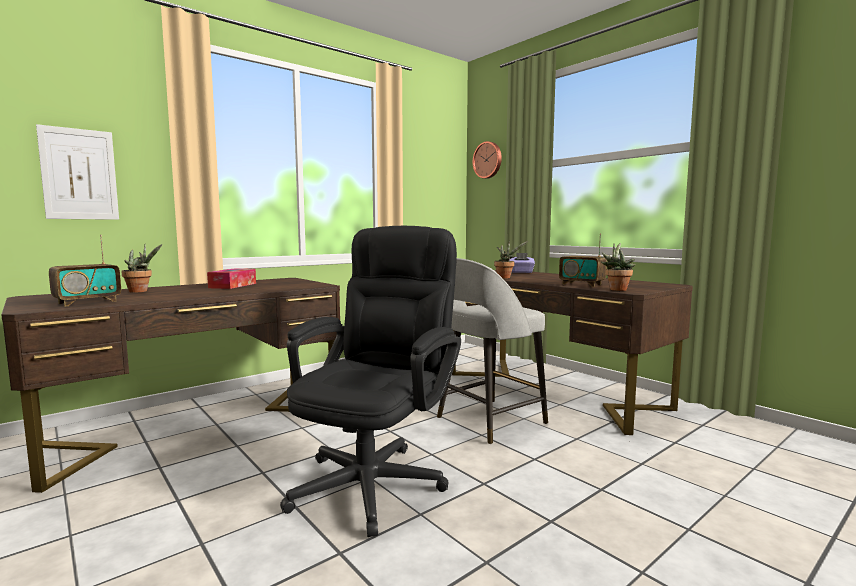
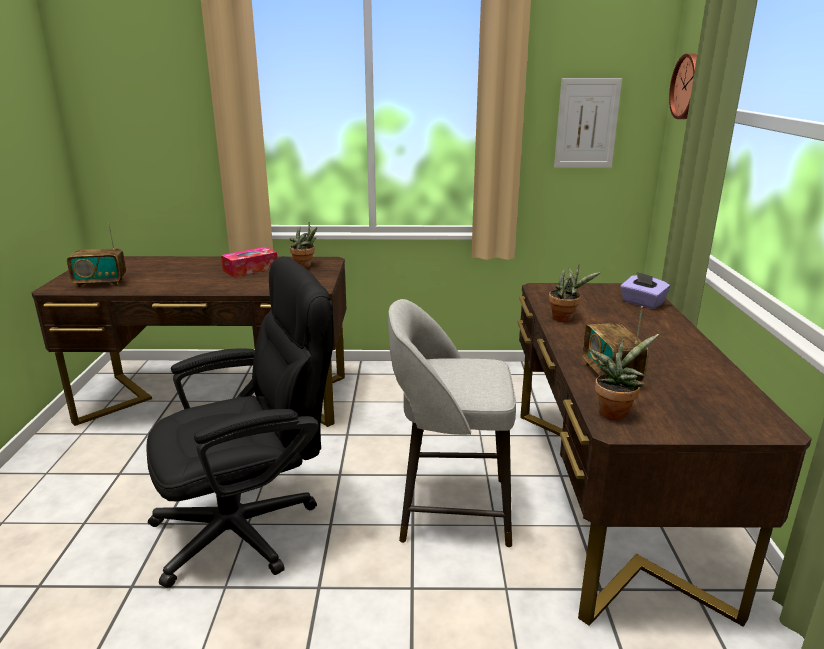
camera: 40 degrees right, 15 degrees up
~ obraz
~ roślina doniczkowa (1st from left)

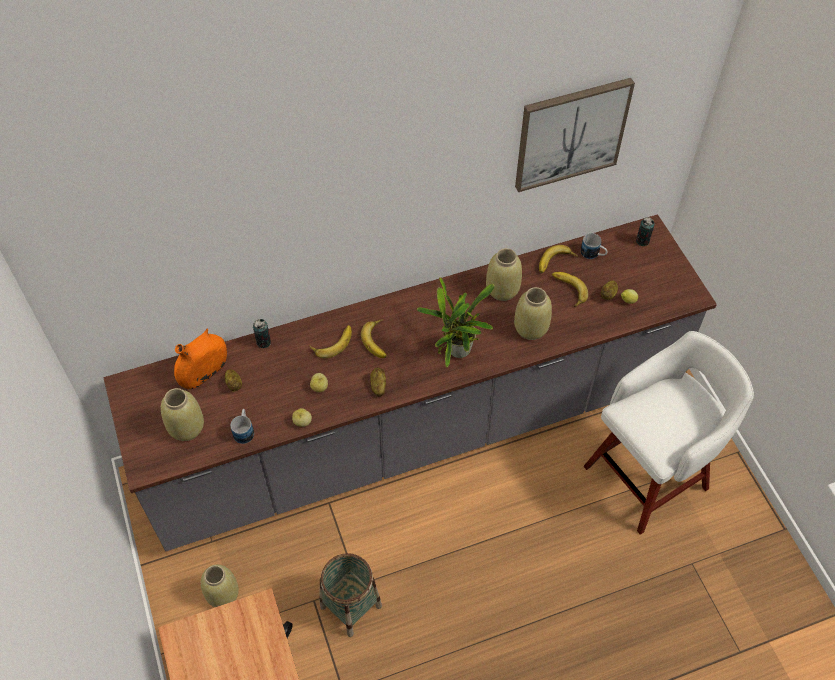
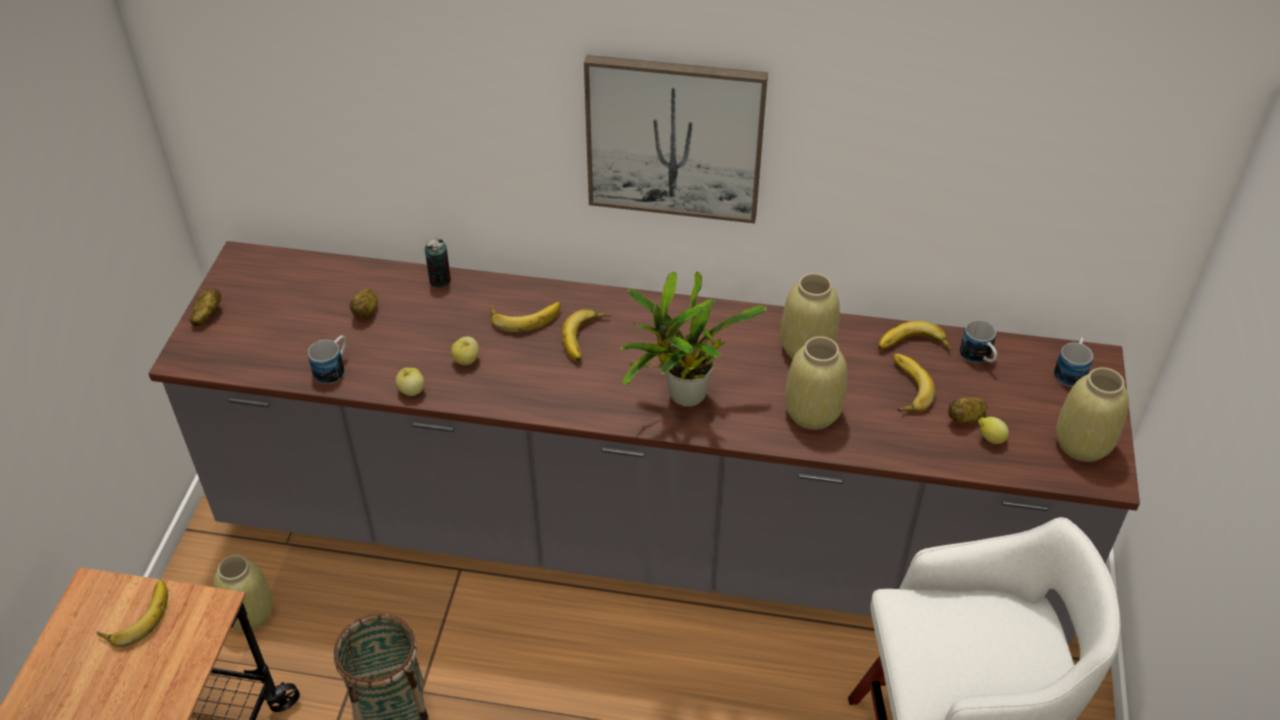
camera: 30 degrees right, 10 degrees down
- wazon [pomarańczowy]
+ banan (1st from left)
~ wazon [beżowy] (1st from left in the first image) to wazon [beżowy] (4th from left)
~ ziemniak (2nd from left in the first image) to ziemniak (1st from left)
~ obraz
~ puszka (2nd from left) to kubek (3rd from left)

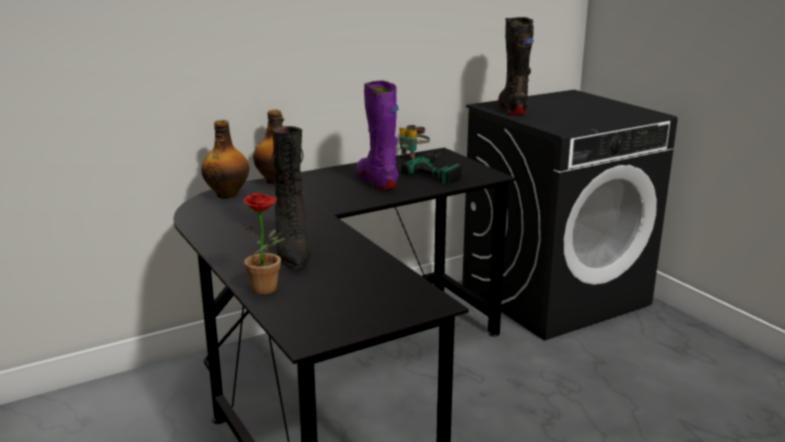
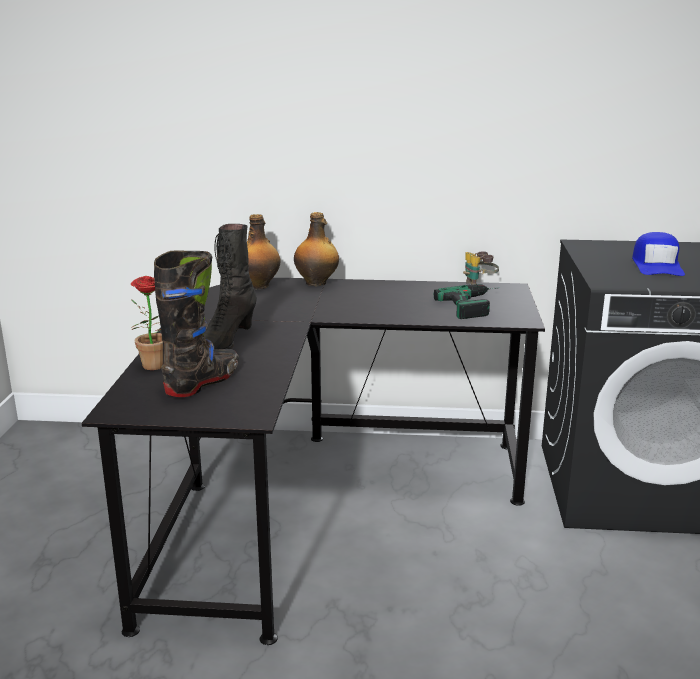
camera: 35 degrees right, 0 degrees up
- but z cholewką [fioletowy]
+ czapka z daszkiem [niebieski]
~ but z cholewką [czarny] (2nd from left in the first image) to but z cholewką [czarny] (1st from left)

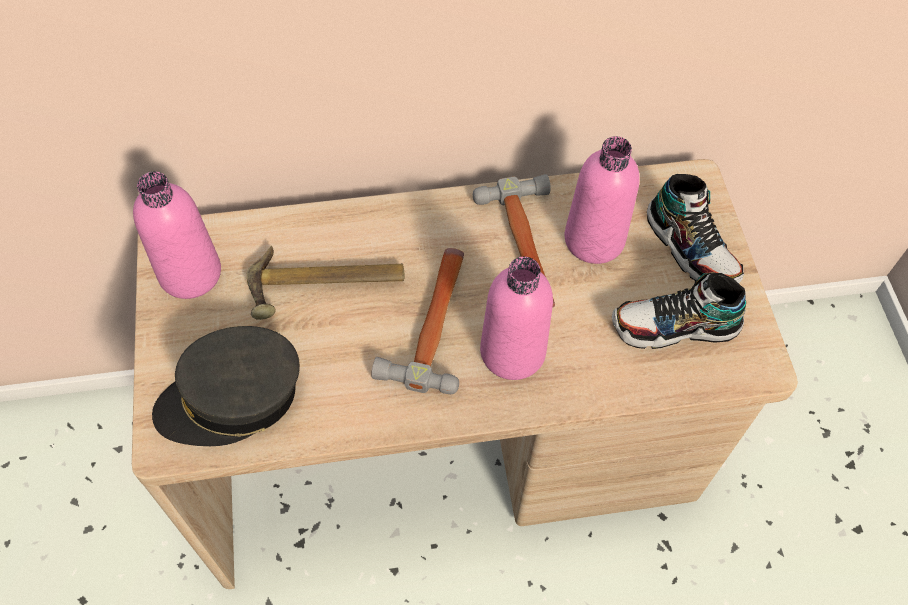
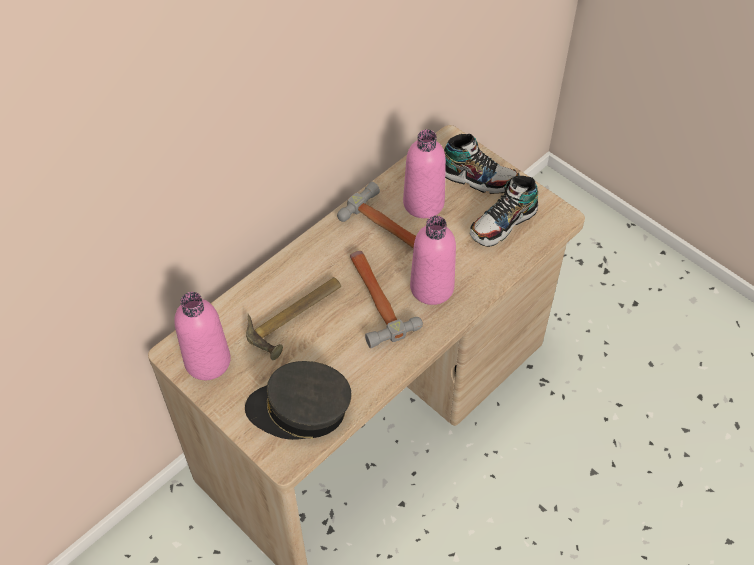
camera: 35 degrees left, 5 degrees down
~ czapka z daszkiem [szary] 60 degrees clockwise

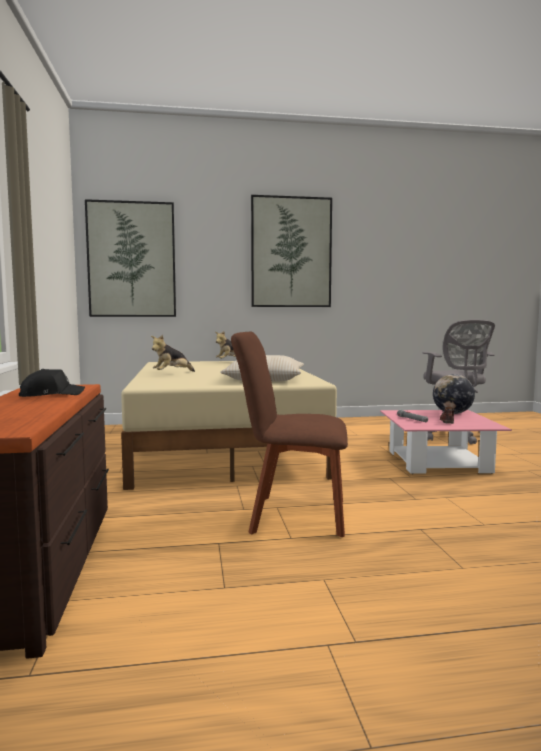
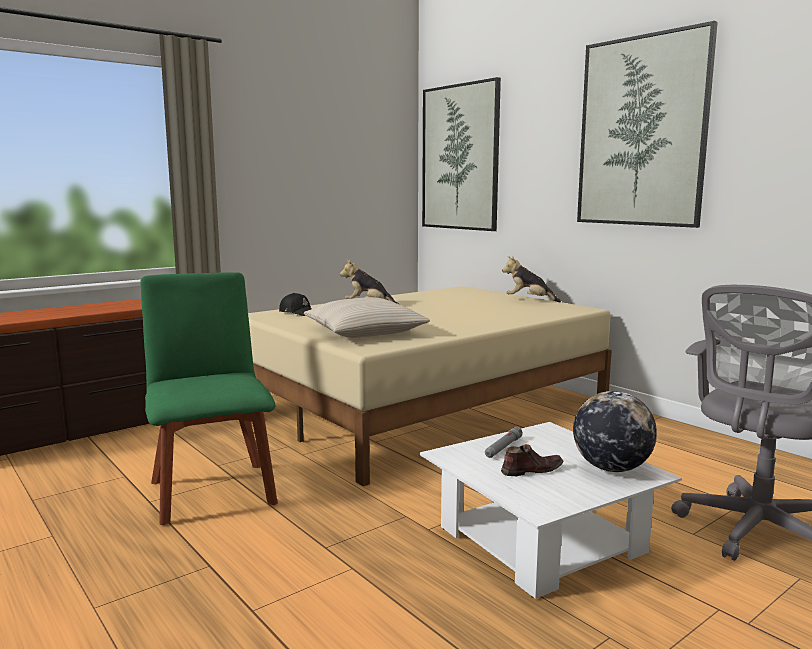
camera: 60 degrees right, 5 degrees up
~ czapka z daszkiem [czarny]
~ krzesło [brązowy] to krzesło [zielony]
~ ława [różowy] to ława [biały]

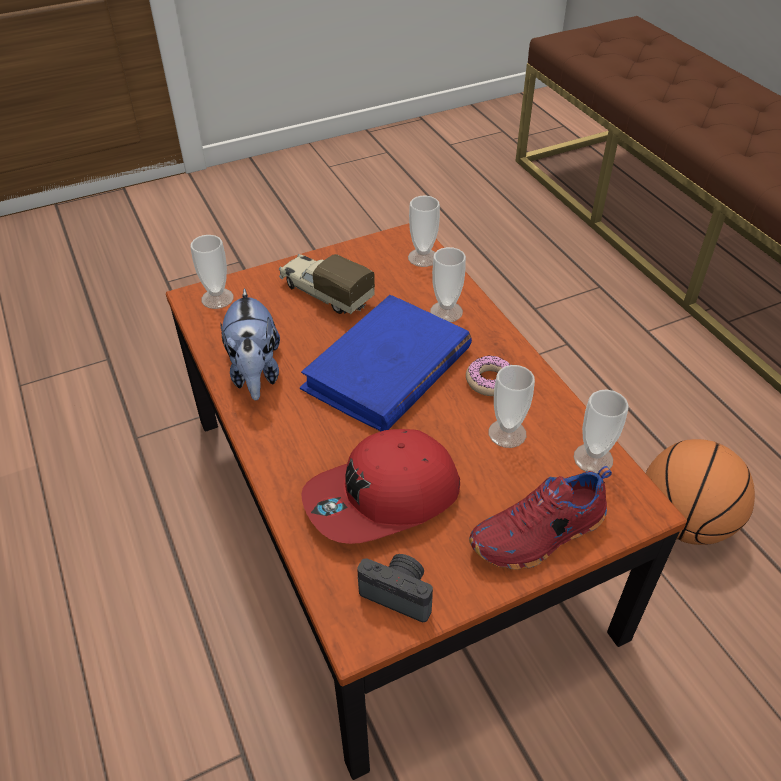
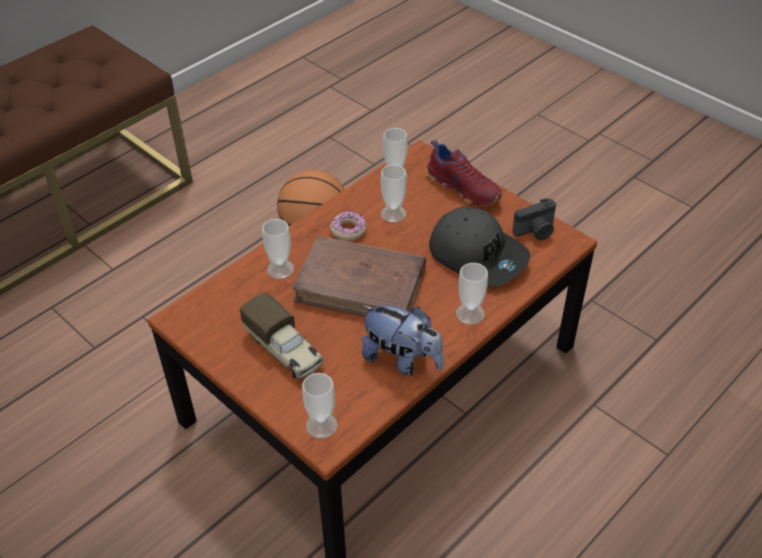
camera: 110 degrees left, 0 degrees up
~ filiżanka (2nd from left in the first image) to filiżanka (5th from left)
~ książka [niebieski] to książka [brązowy]
~ czapka z daszkiem [czerwony] to czapka z daszkiem [szary]
~ pluszak 60 degrees clockwise
~ ciężarówka zabawkowa 60 degrees counterclockwise
~ aparat fotograficzny 120 degrees counterclockwise

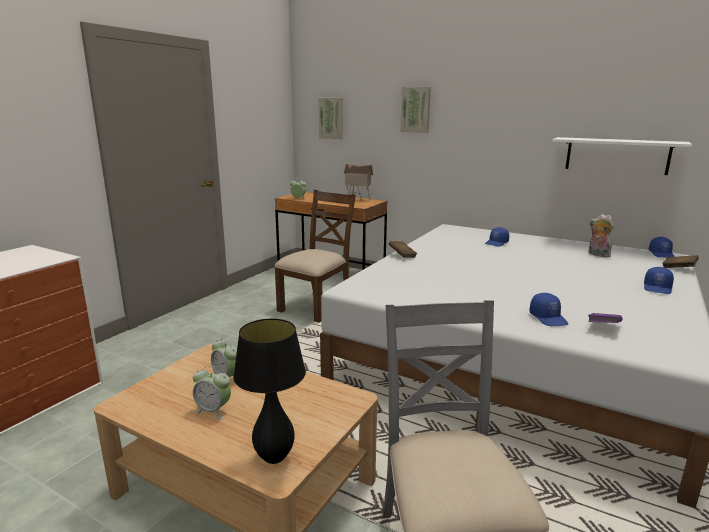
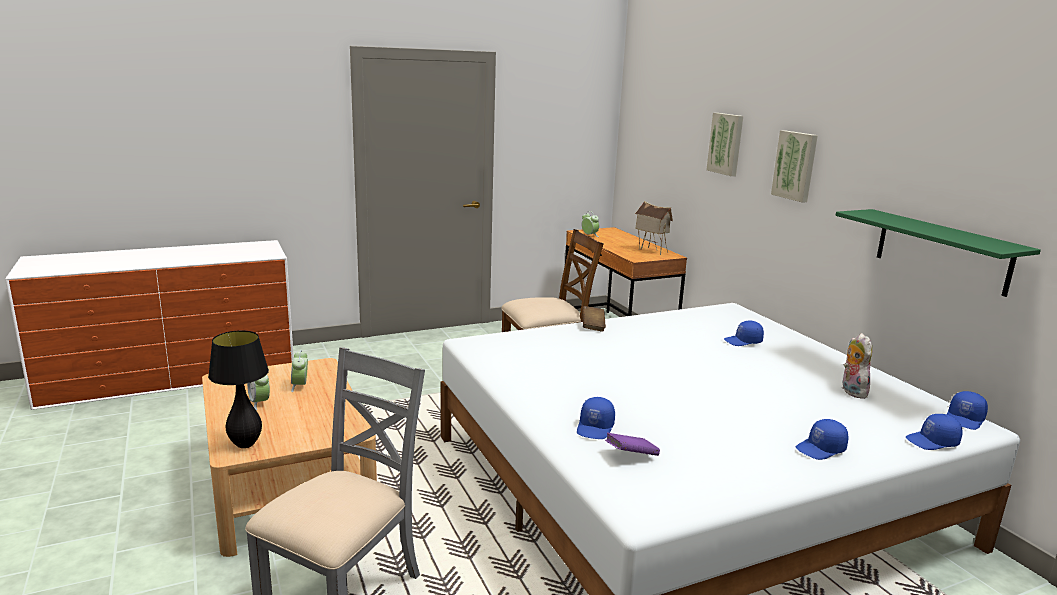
camera: 35 degrees right, 0 degrees up
~ obraz (1st from left in the first image) to obraz (2nd from left)
~ książka [brązowy] (2nd from left) to czapka z daszkiem [niebieski] (4th from left)
~ półka [biały] to półka [zielony]

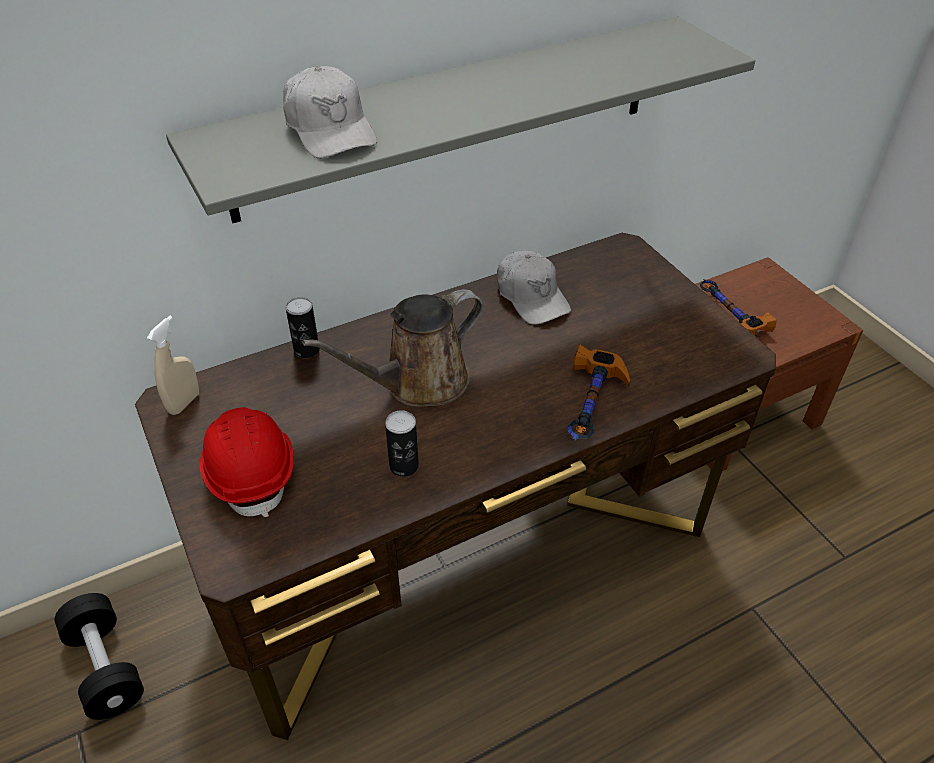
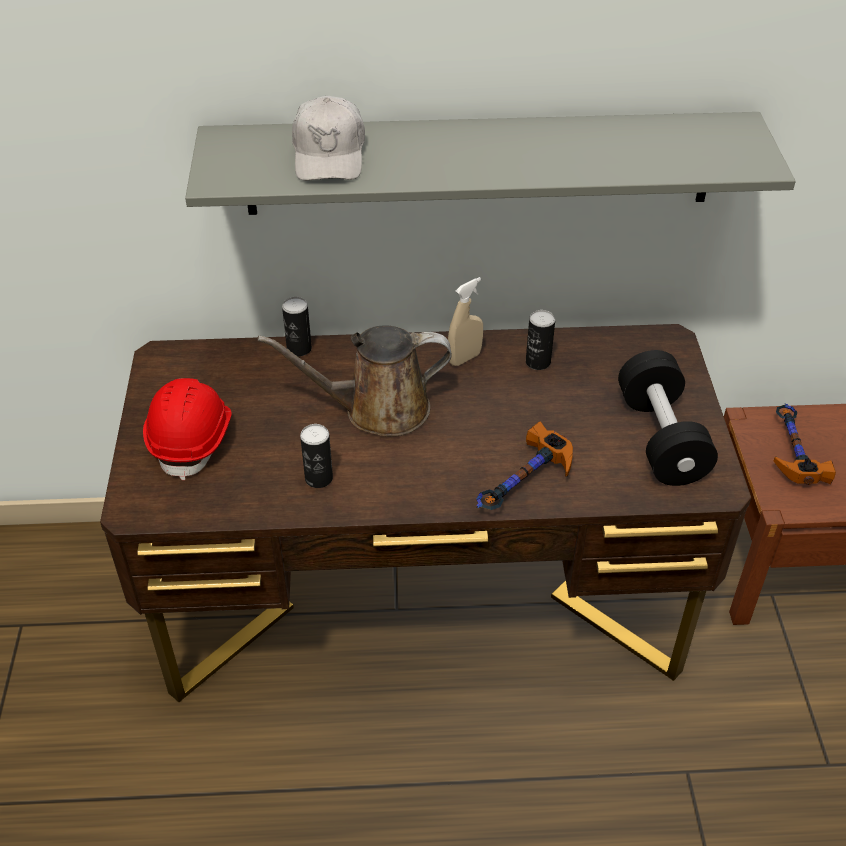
camera: 25 degrees right, 0 degrees up
~ hantel [czarny]
~ spryskiwacz [beżowy]
~ czapka z daszkiem [biały] (2nd from left) to puszka (3rd from left)

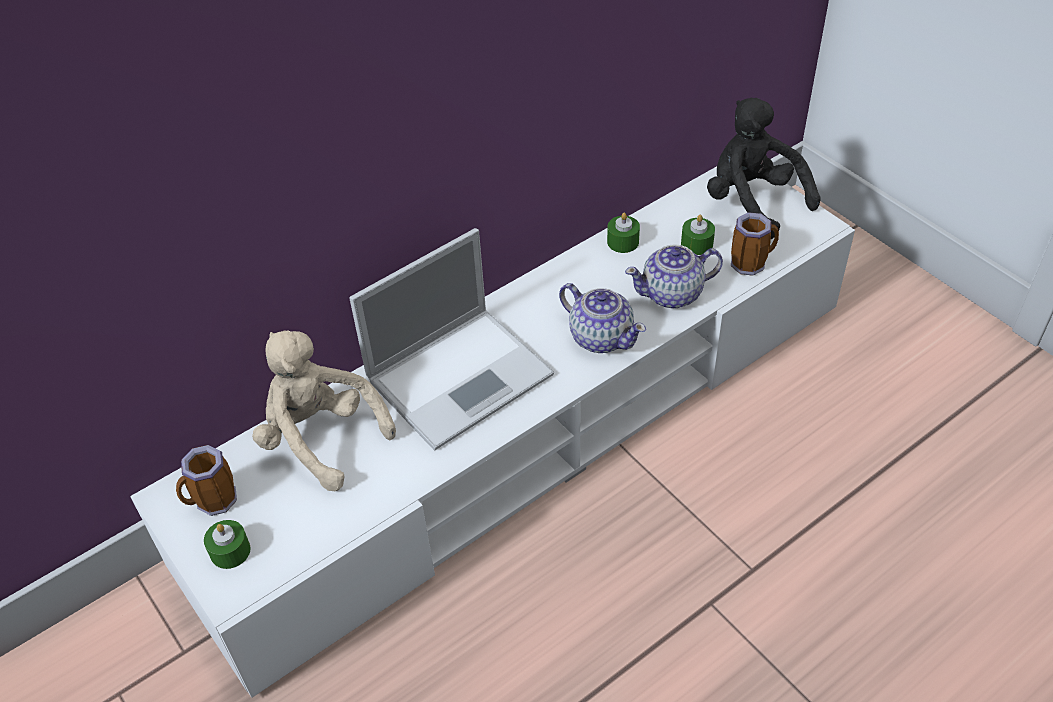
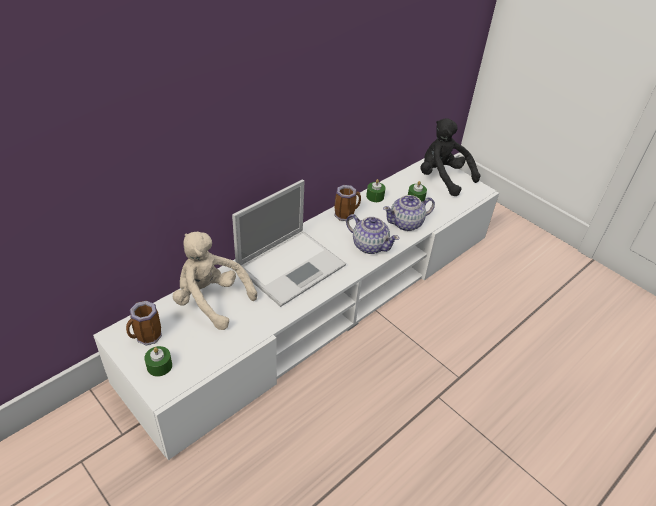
camera: 10 degrees left, 5 degrees down
~ kubek (2nd from left)

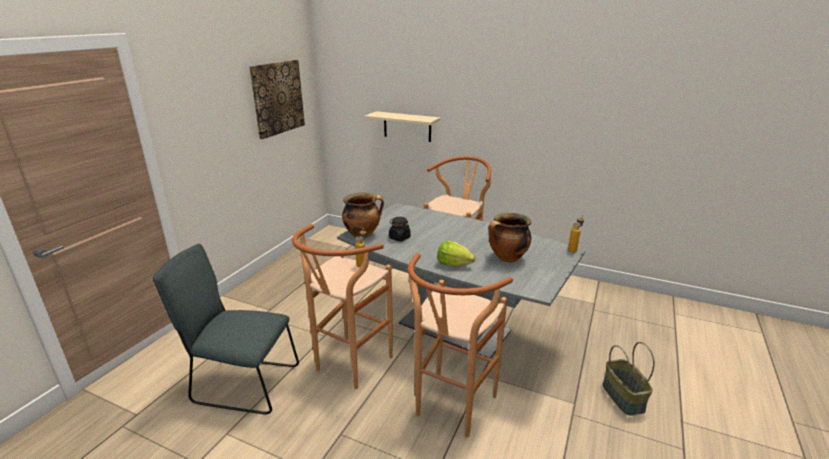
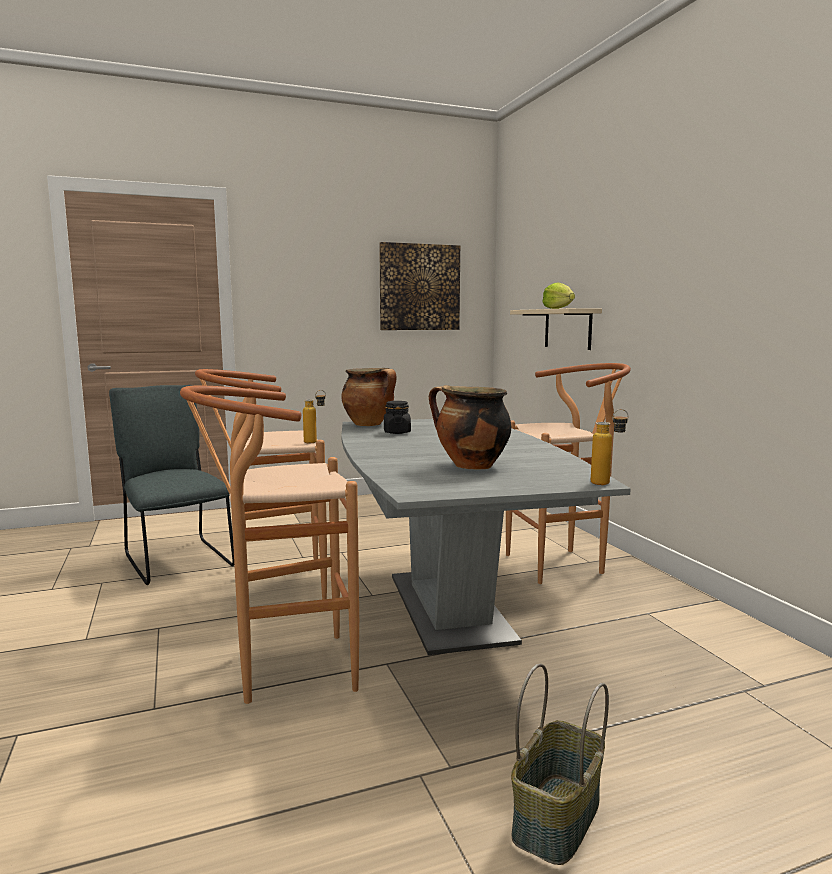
camera: 45 degrees right, 15 degrees down
~ sałata

